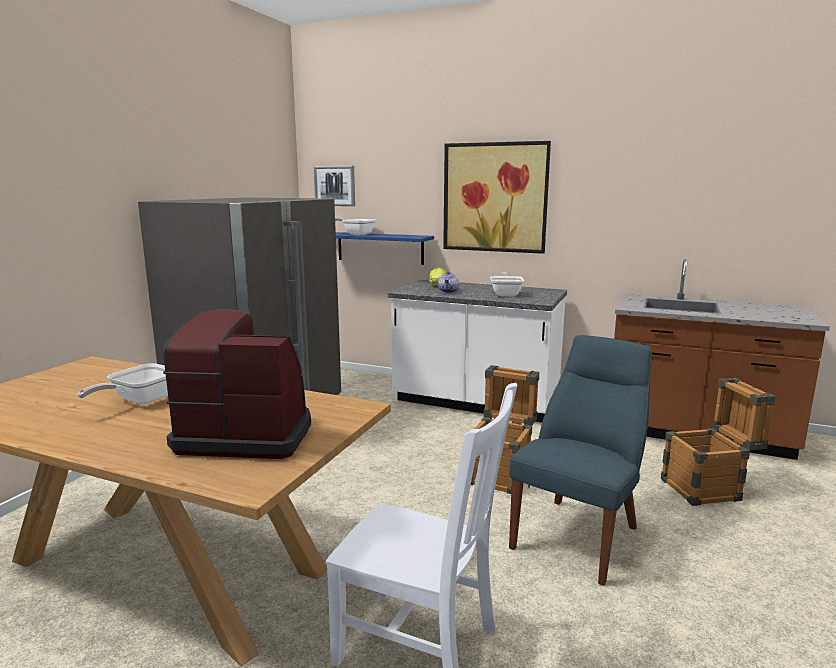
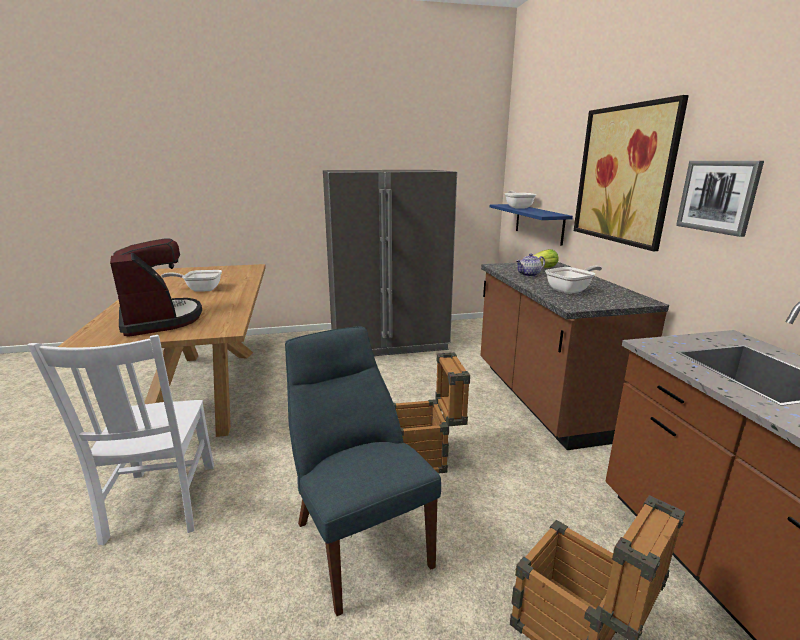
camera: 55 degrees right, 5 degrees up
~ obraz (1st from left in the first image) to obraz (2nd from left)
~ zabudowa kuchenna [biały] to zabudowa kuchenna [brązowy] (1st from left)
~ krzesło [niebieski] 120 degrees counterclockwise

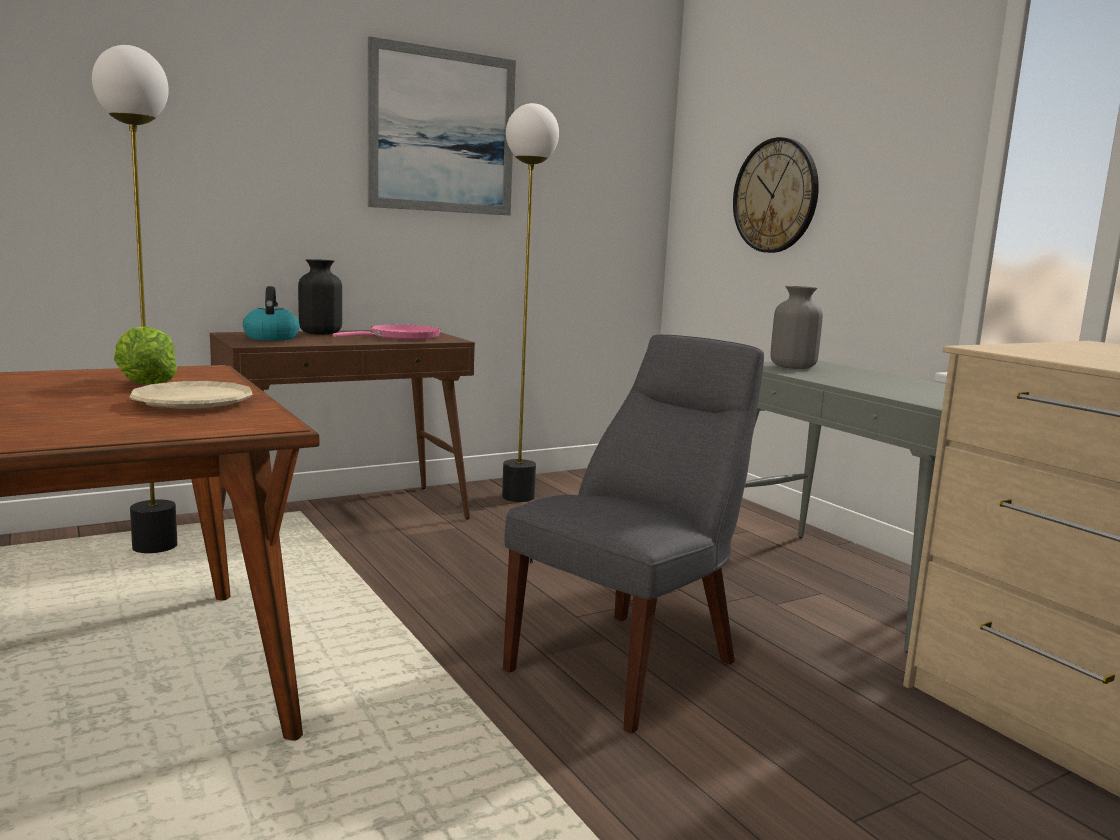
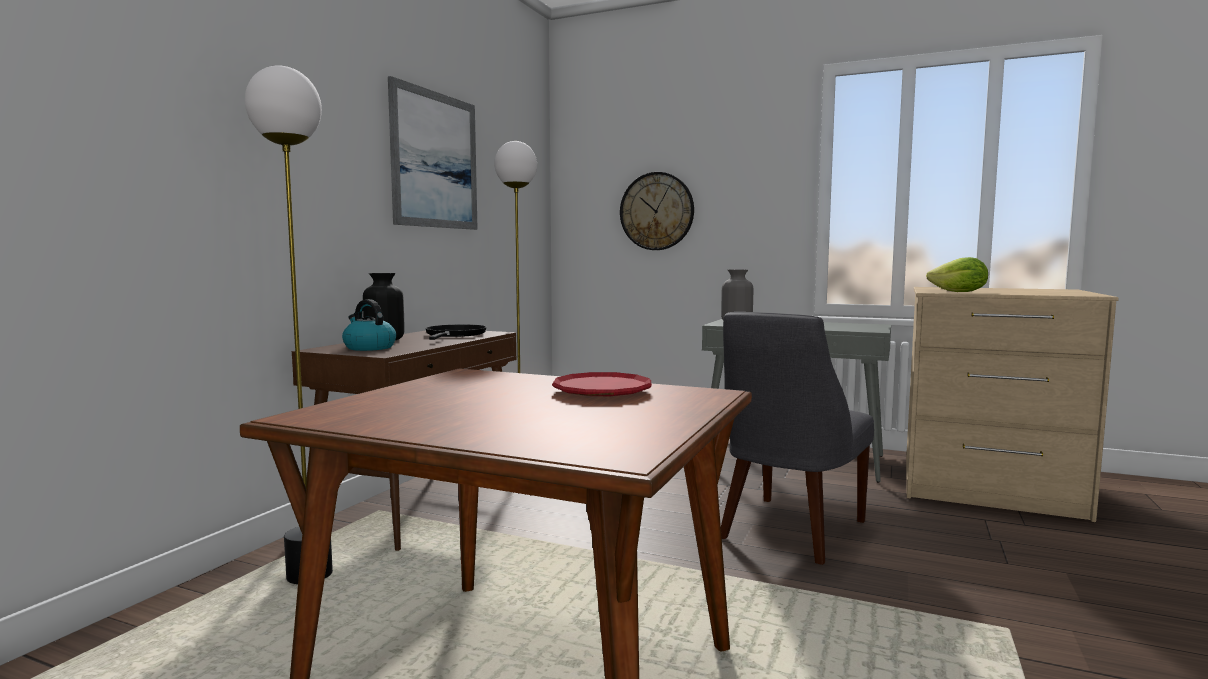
camera: 35 degrees left, 5 degrees down
~ sałata
~ talerz [beżowy] to talerz [czerwony]
~ patelnia [różowy] to patelnia [czarny]
~ krzesło [szary] 150 degrees counterclockwise

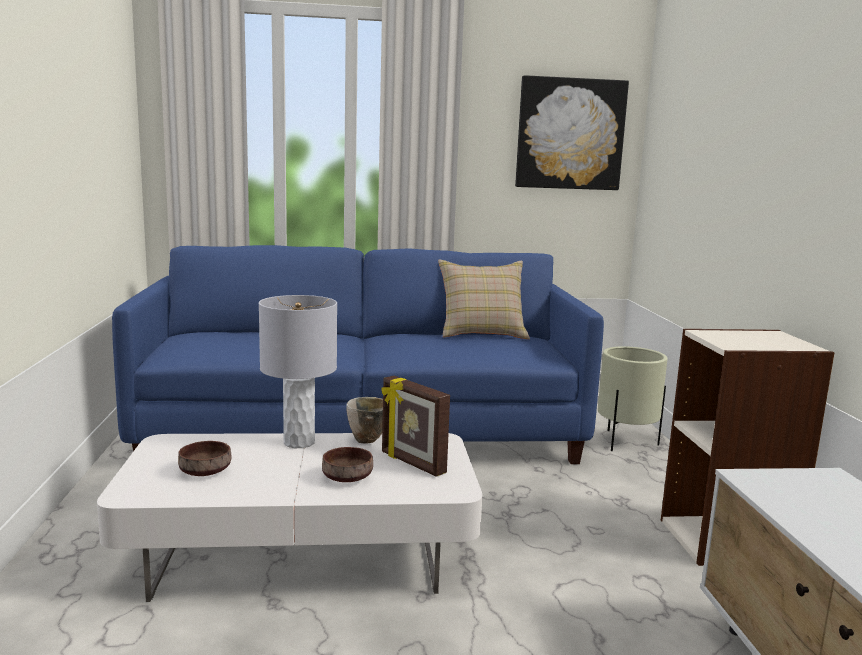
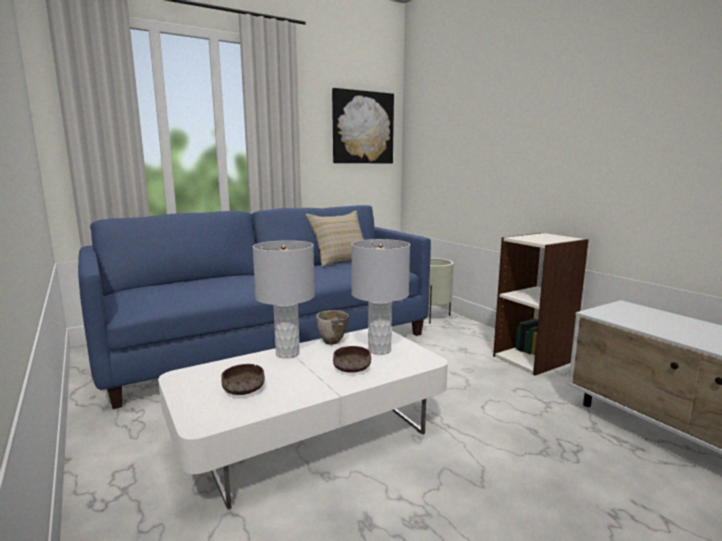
camera: 25 degrees left, 0 degrees up
~ ramka na zdjęcie to lampa stołowa [szary] (2nd from left)

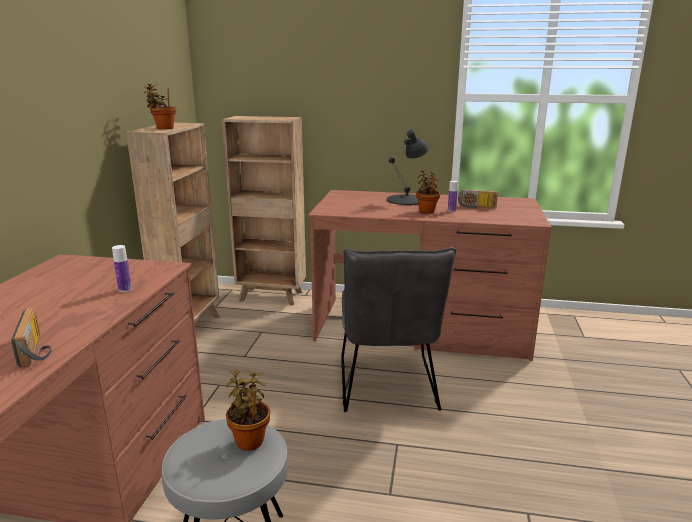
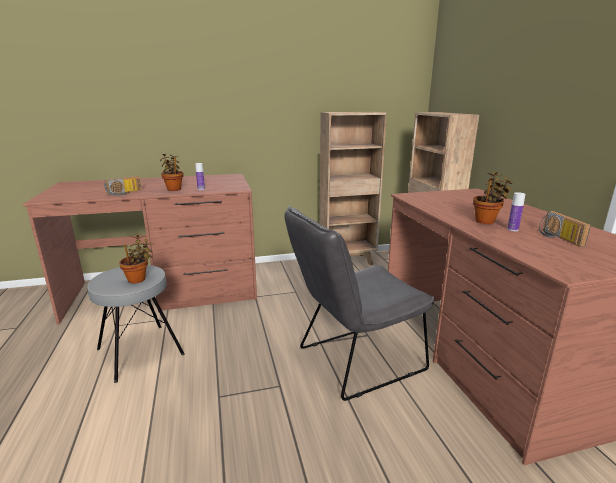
camera: 65 degrees right, 0 degrees up
- lampa stołowa [czarny]
~ roślina doniczkowa (1st from left in the first image) to roślina doniczkowa (2nd from left)

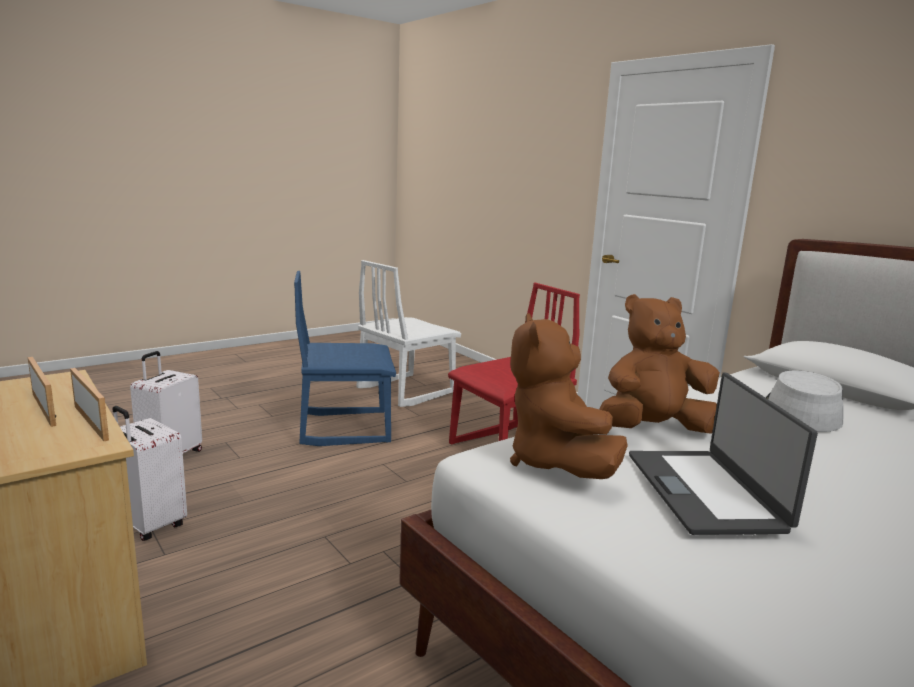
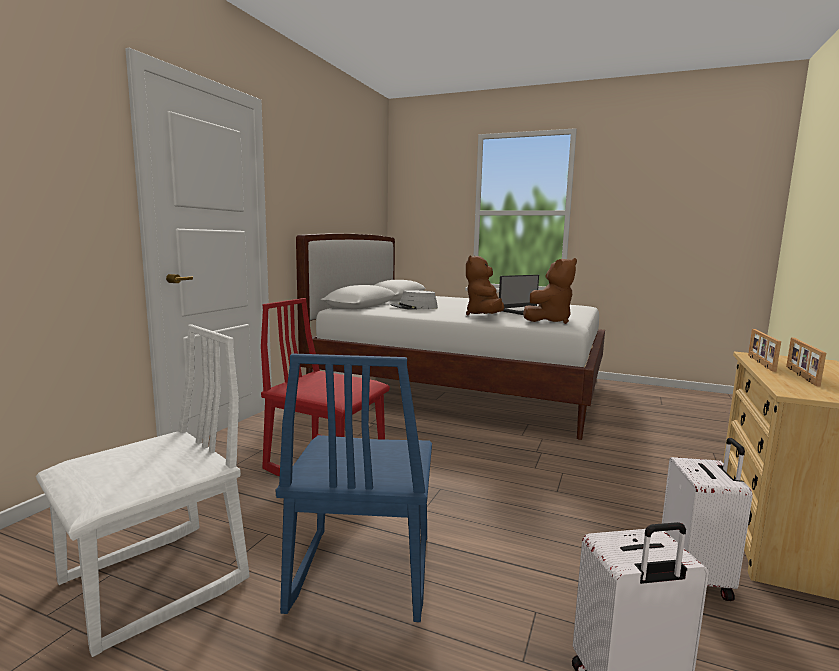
camera: 120 degrees left, 5 degrees down
~ krzesło [niebieski] 45 degrees clockwise
~ krzesło [biały] 60 degrees counterclockwise
~ pluszak [brązowy] (2nd from left in the first image) 60 degrees clockwise

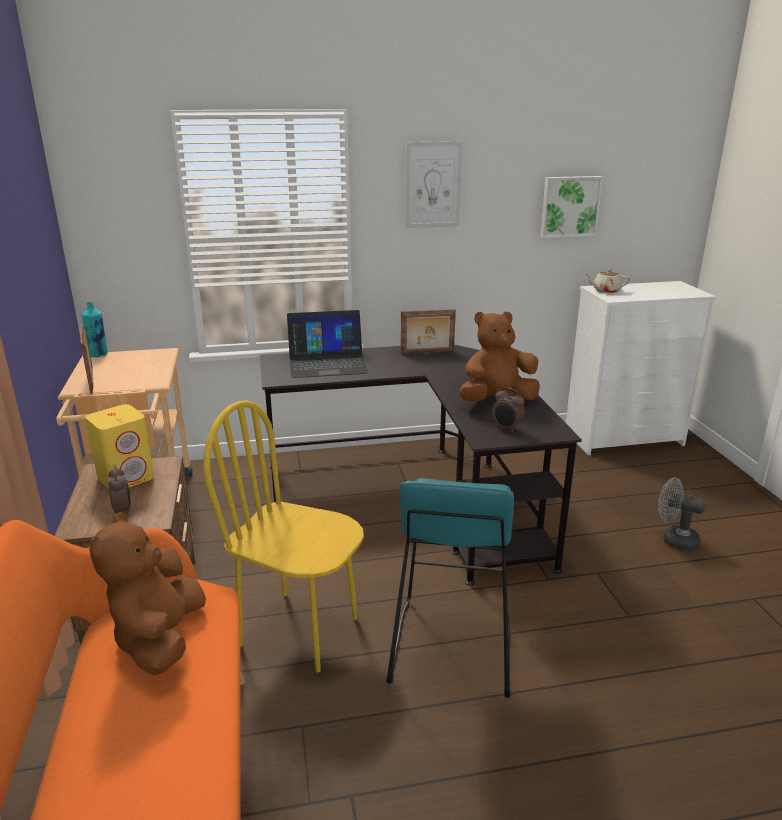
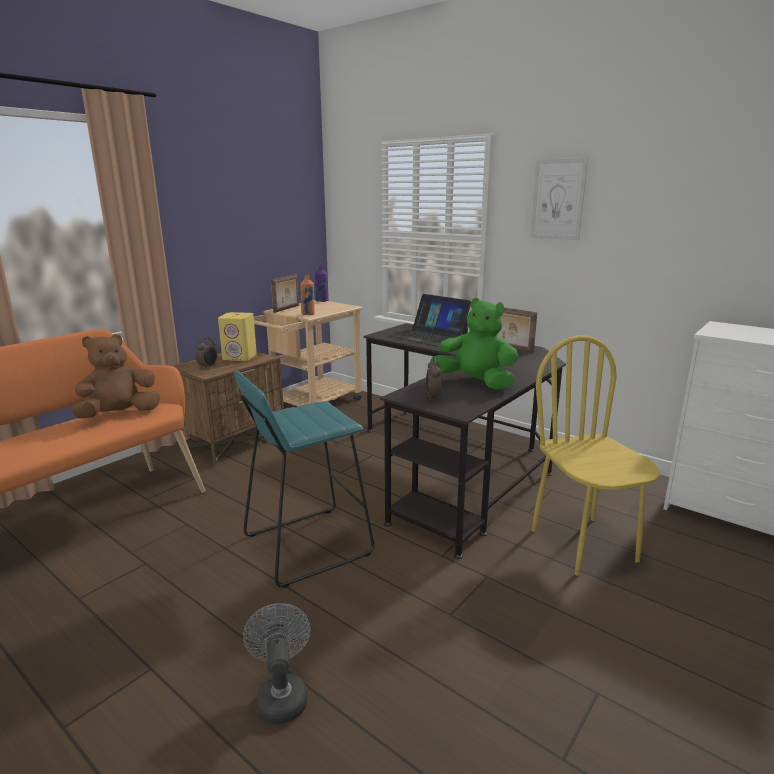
camera: 50 degrees right, 5 degrees down
- obraz (2nd from left)
- imbryk [beżowy]
+ butelka [pomarańczowy]
~ krzesło [żółty]
~ wentylator [szary]
~ butelka [turkusowy] to butelka [fioletowy]
~ pluszak [brązowy] (2nd from left) to pluszak [zielony]

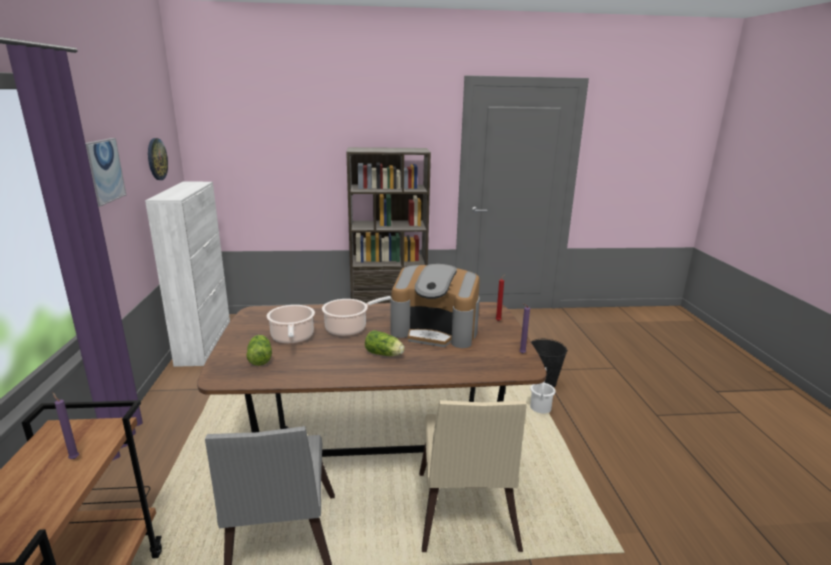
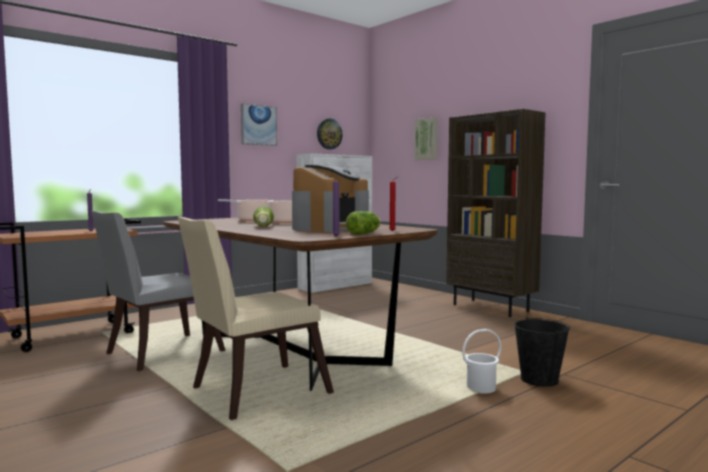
camera: 55 degrees right, 15 degrees down
+ obraz (2nd from left)
~ sałata (1st from left in the first image) to sałata (2nd from left)
~ ekspres do kawy 135 degrees counterclockwise

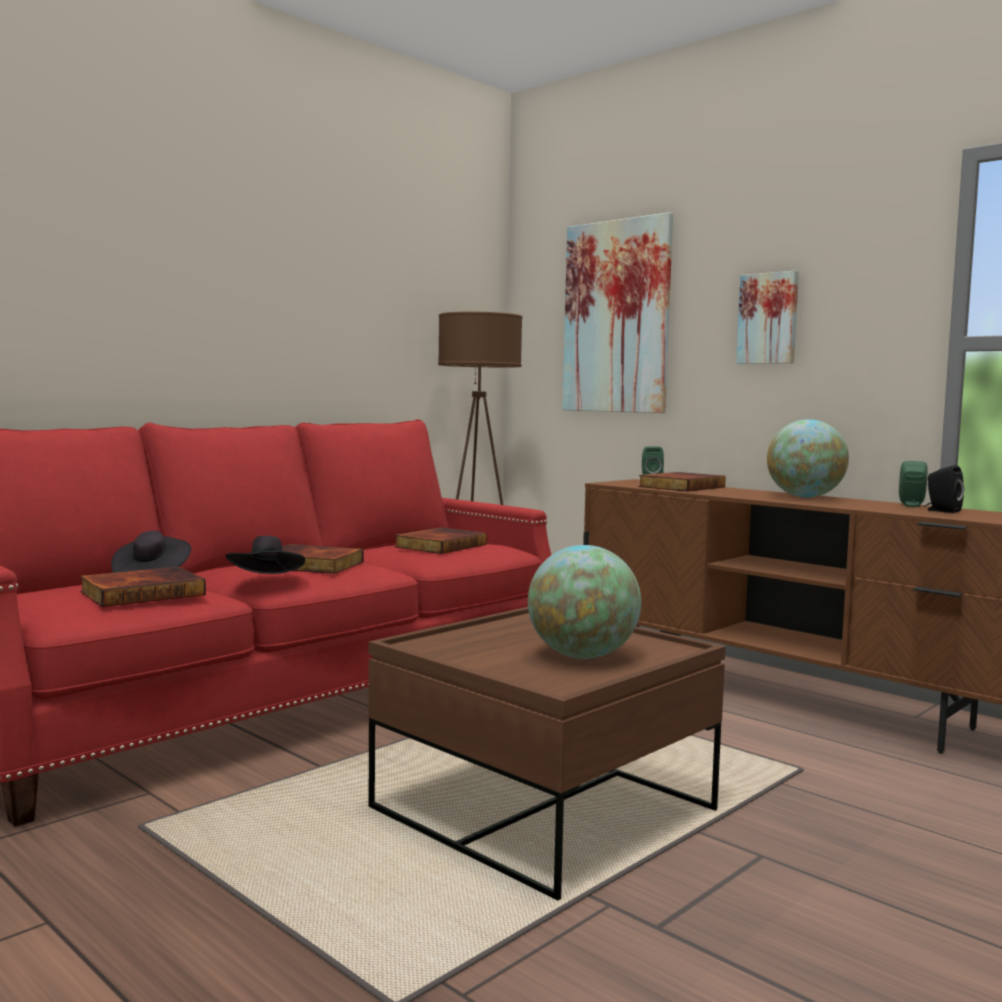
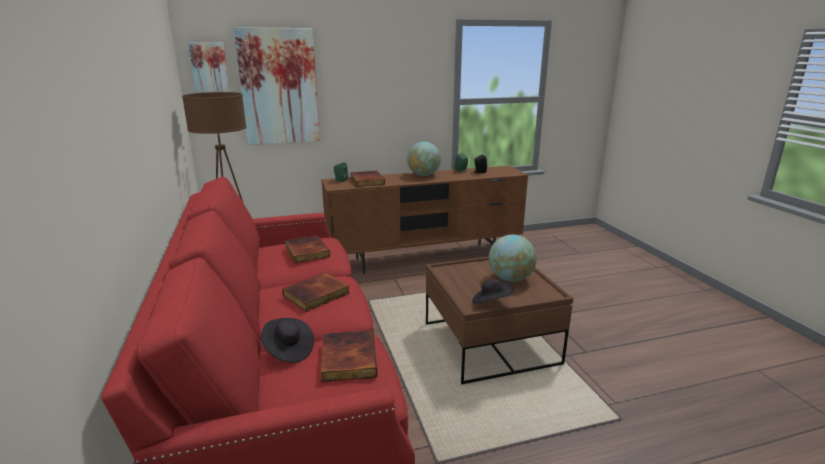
camera: 60 degrees left, 15 degrees up
~ kapelusz [czarny] (2nd from left)
~ obraz (2nd from left in the first image) to obraz (1st from left)

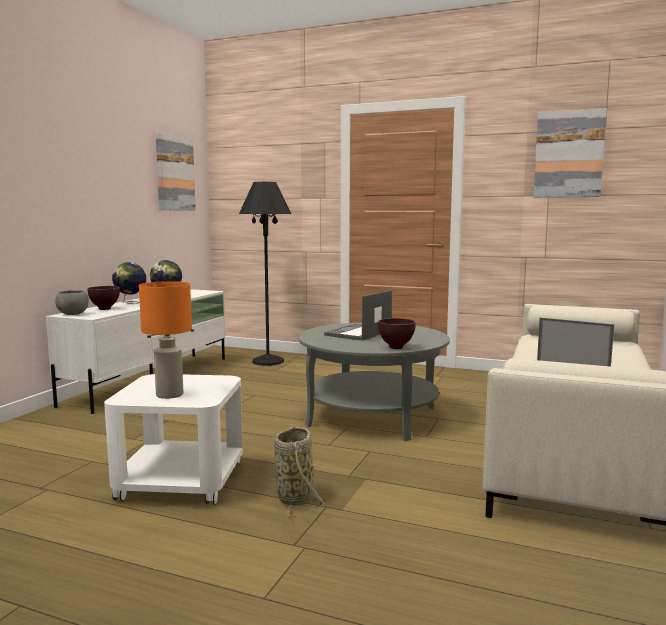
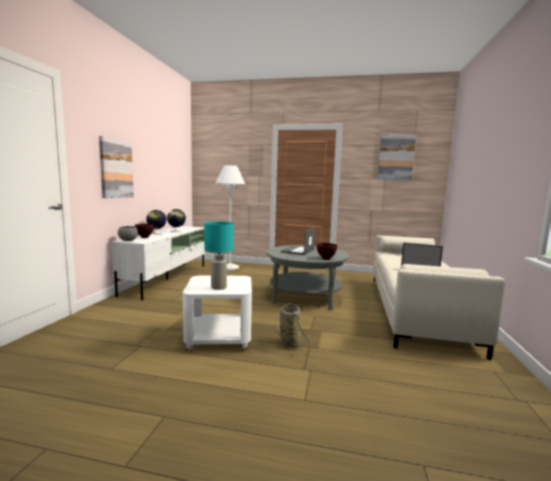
camera: 10 degrees left, 0 degrees up
~ obraz (1st from left)
~ lampa stołowa [pomarańczowy] to lampa stołowa [turkusowy]
~ lampa stojąca [czarny] to lampa stojąca [biały]

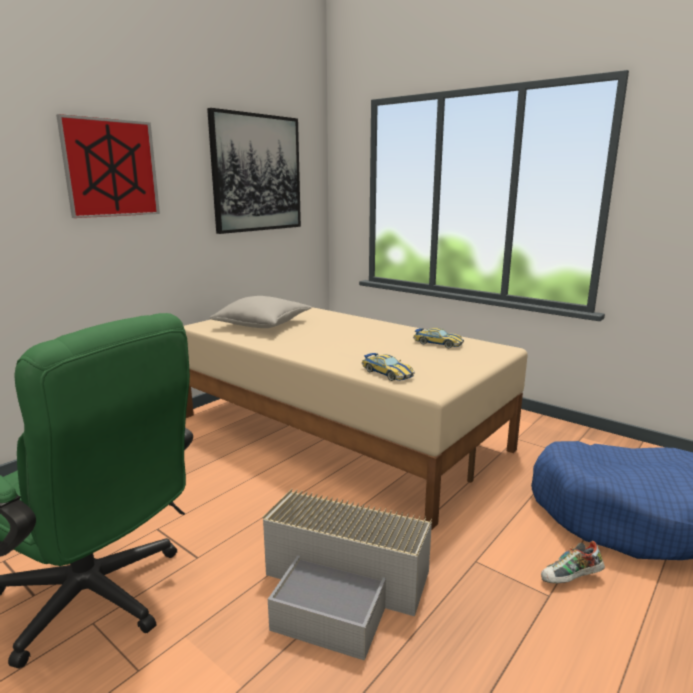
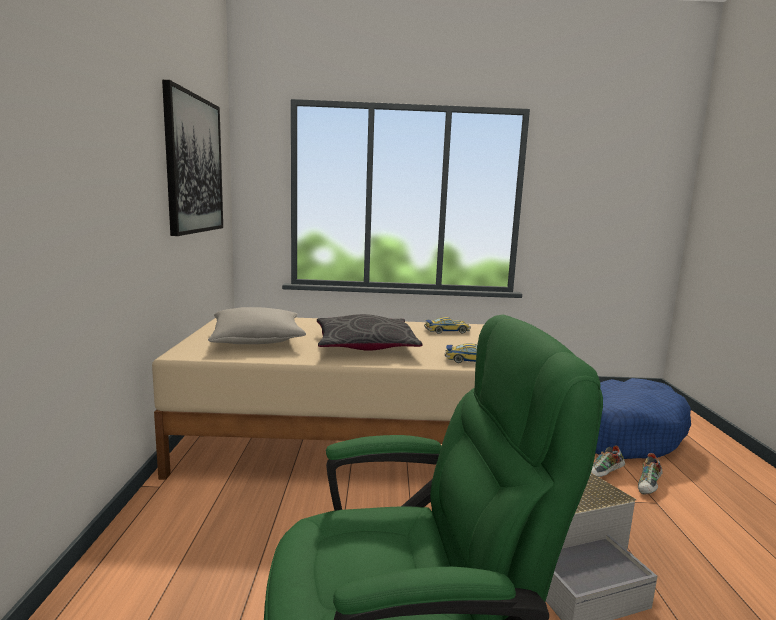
camera: 40 degrees left, 5 degrees down
- obraz (1st from left)
+ poduszka [szary] (2nd from left)
+ but (1st from left)

